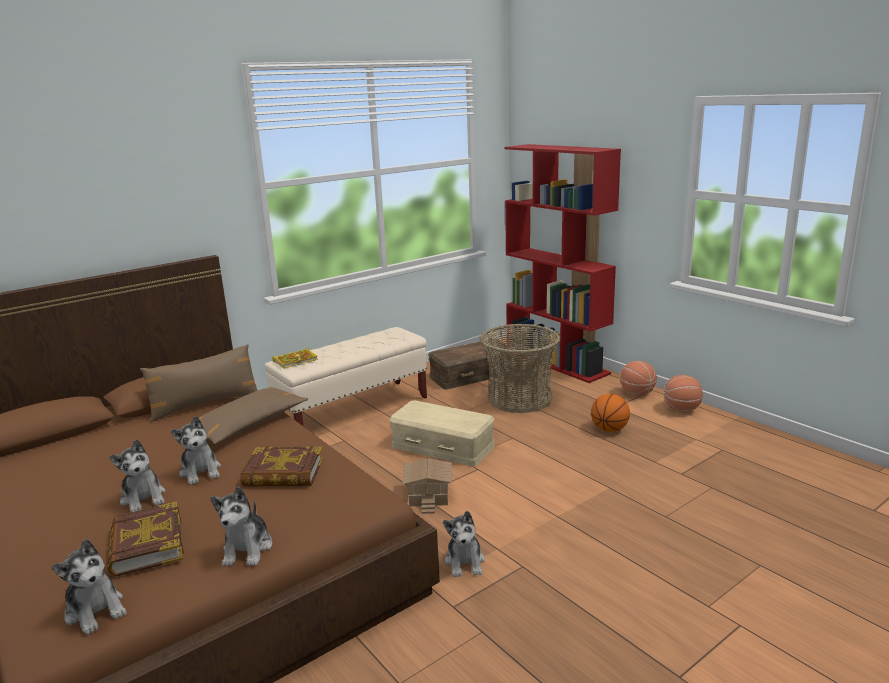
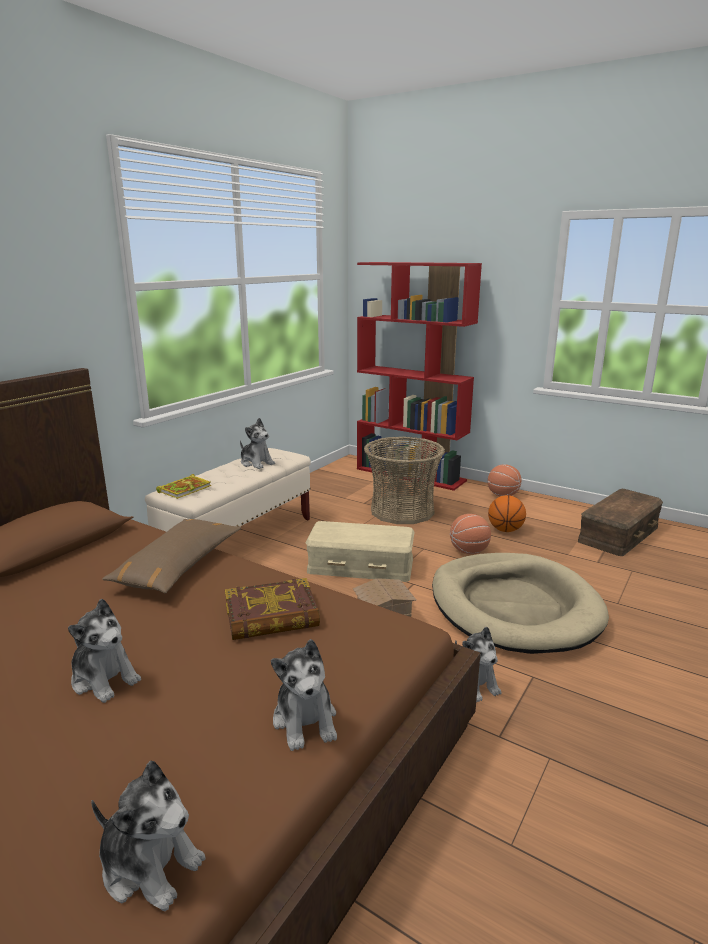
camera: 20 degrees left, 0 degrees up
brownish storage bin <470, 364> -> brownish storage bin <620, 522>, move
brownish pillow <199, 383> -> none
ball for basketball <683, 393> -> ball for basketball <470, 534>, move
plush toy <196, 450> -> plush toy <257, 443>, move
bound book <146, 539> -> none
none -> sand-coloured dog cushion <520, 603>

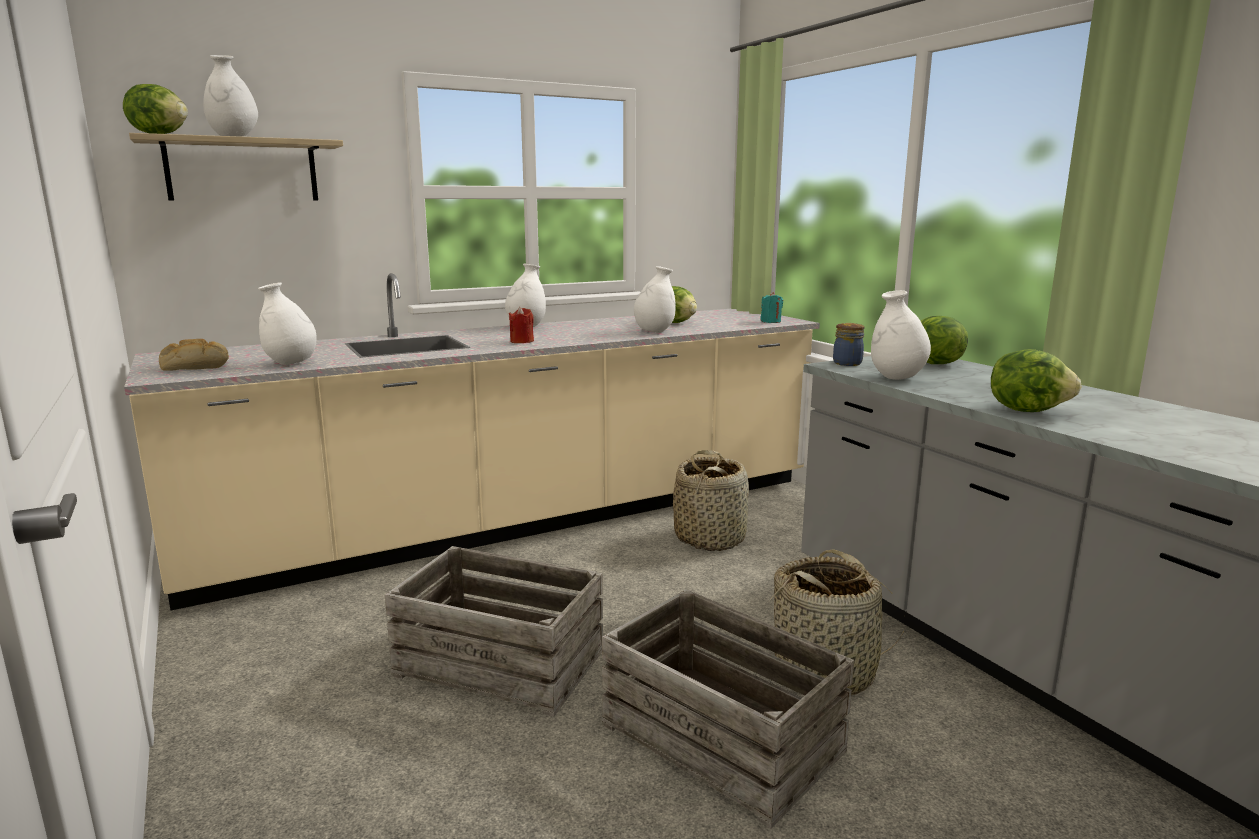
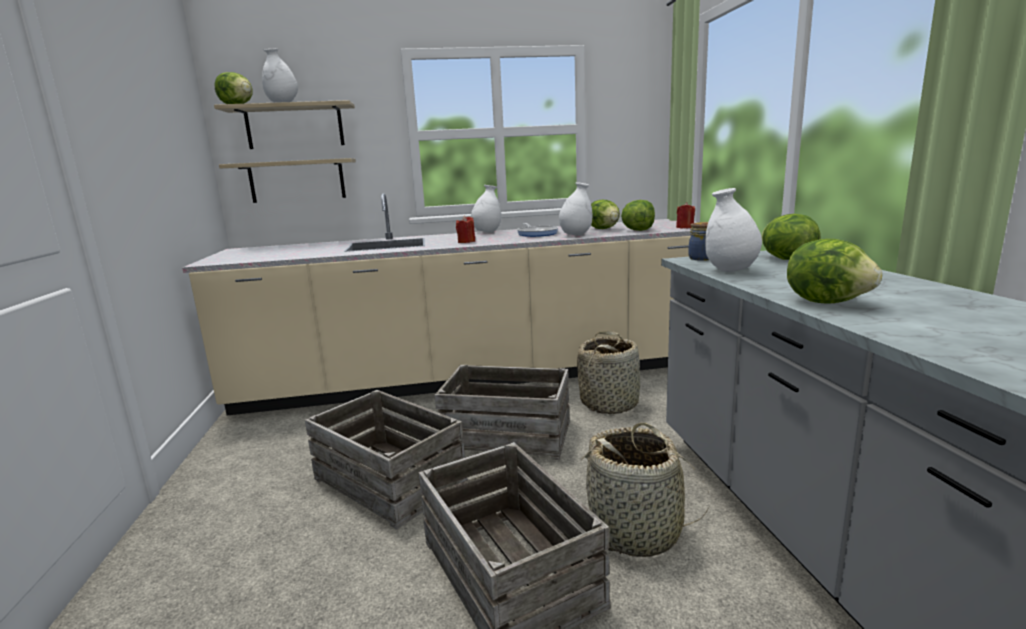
camera: 20 degrees right, 0 degrees up
whitish decorative vase <287, 323> -> none
turquoise-coloured wax light <771, 307> -> reddish wax light <685, 215>
baked bread <194, 355> -> none
none -> bracket shelf <287, 180>
none -> head of lettuce <638, 215>
none -> frying pan <537, 230>
none -> packing crate <502, 412>

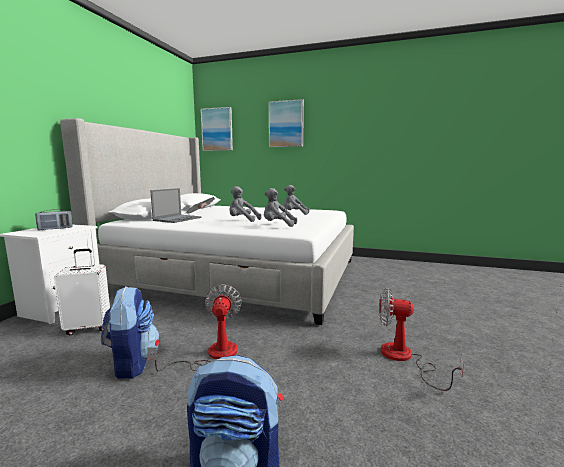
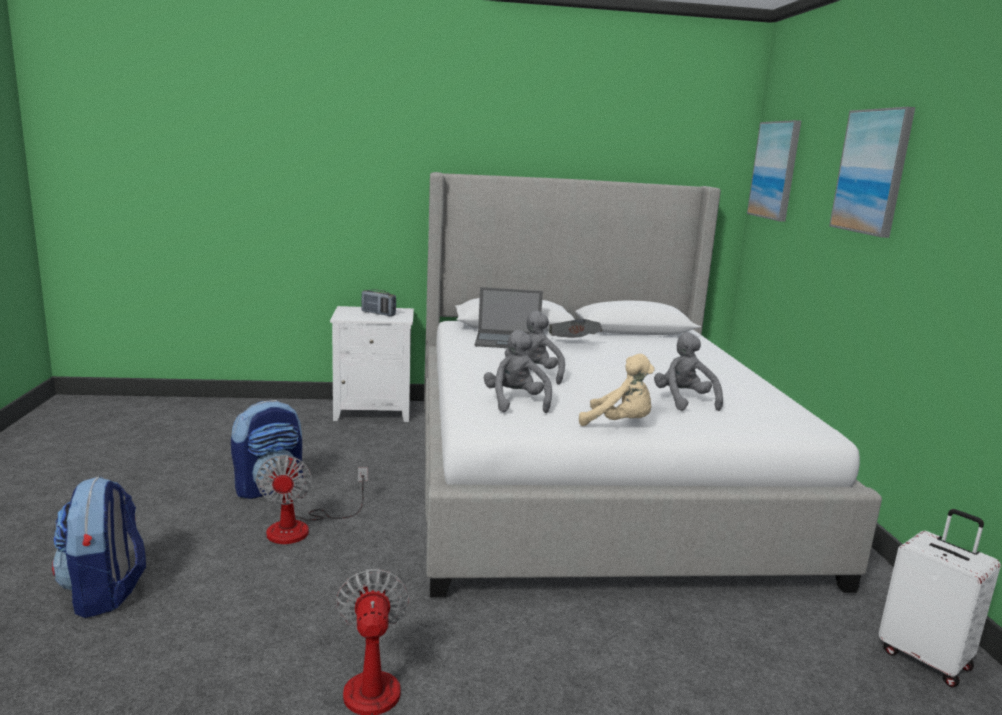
camera: 65 degrees right, 5 degrees up
whitish piece of luggage <82, 292> -> whitish piece of luggage <940, 598>, move
cooling fan <194, 328> -> cooling fan <312, 499>, 105 degrees clockwise
none -> sand-coloured plush toy <617, 390>

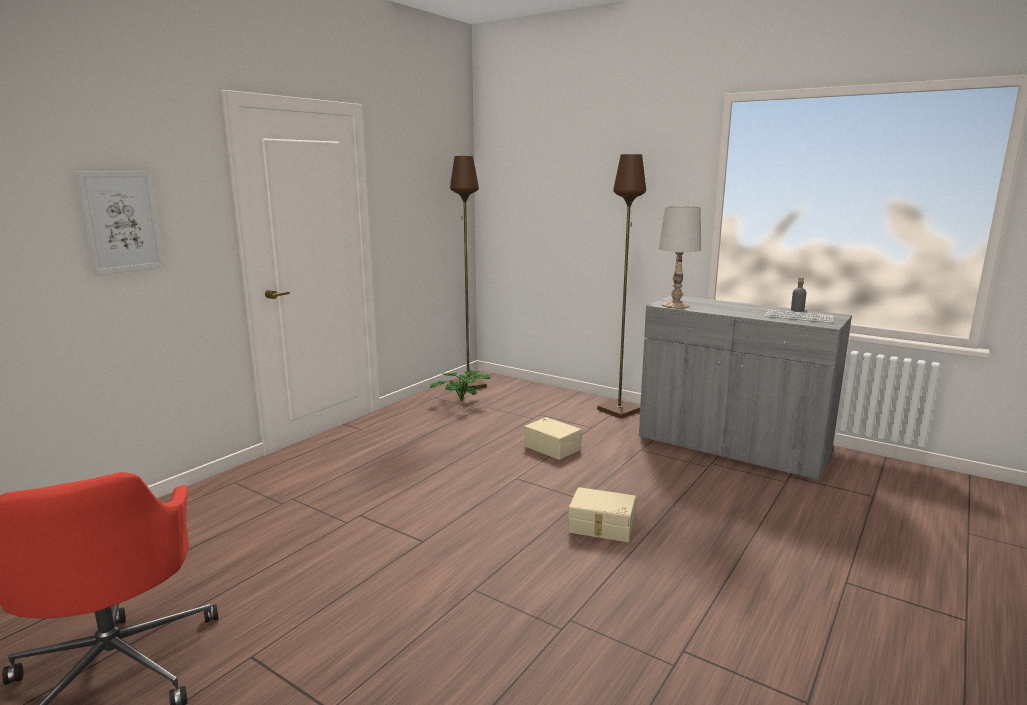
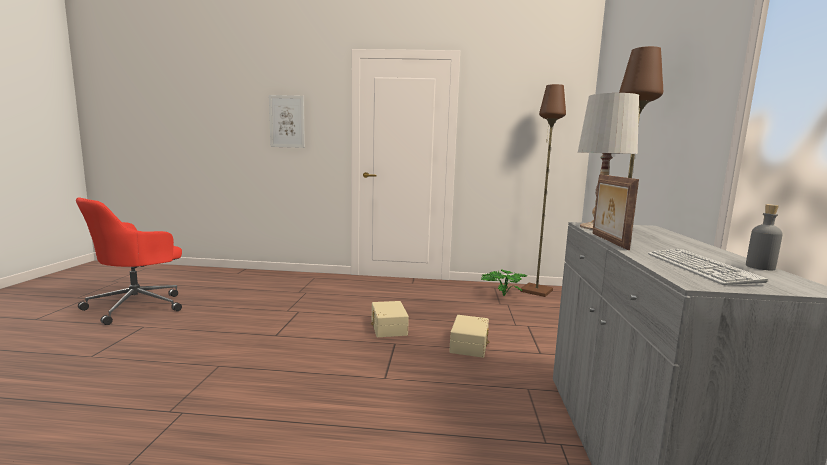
camera: 60 degrees right, 5 degrees down
sand-coloured storage bin <602, 514> -> sand-coloured storage bin <390, 319>, move
none -> standing frame <616, 212>

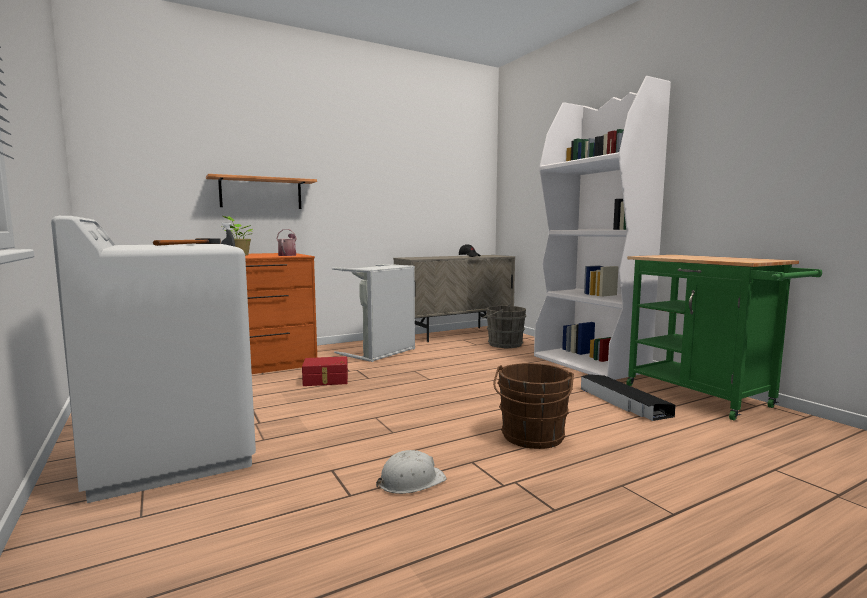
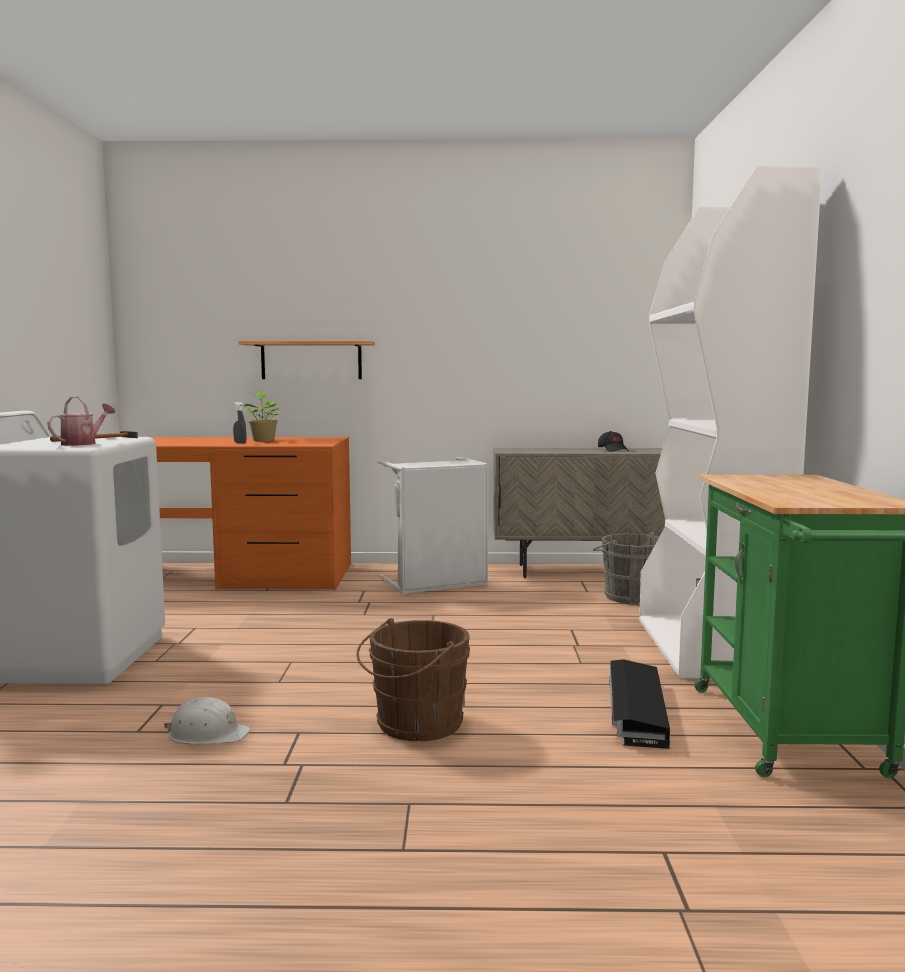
camera: 30 degrees right, 0 degrees up
sprinkling can <286, 242> -> sprinkling can <81, 421>, move
reddish storage bin <325, 371> -> none

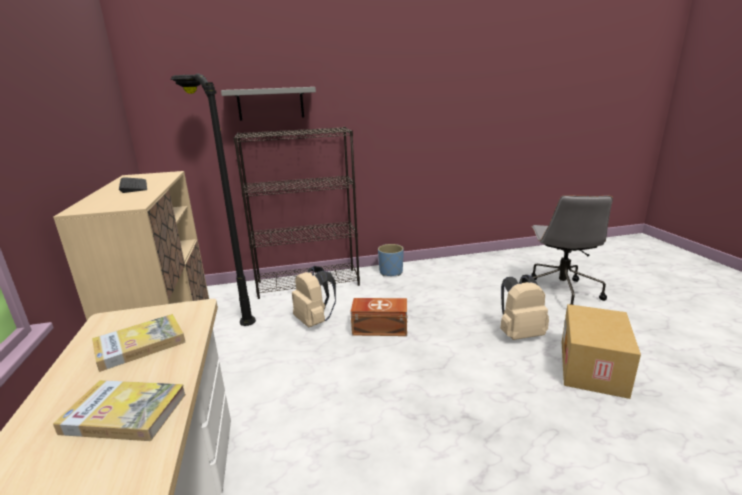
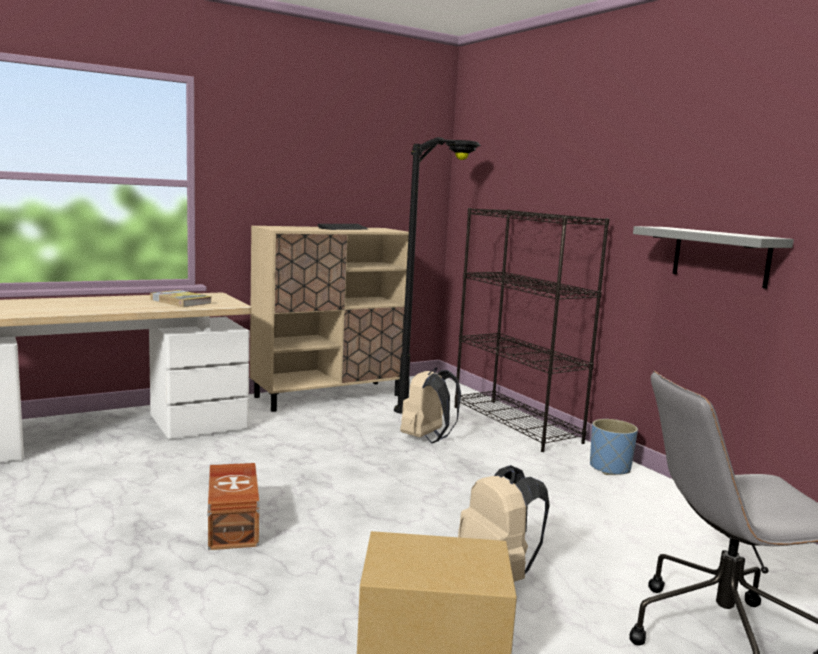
camera: 70 degrees right, 10 degrees down
grey bracket shelf <268, 104> -> grey bracket shelf <713, 257>, move
brownish storage bin <379, 317> -> brownish storage bin <233, 506>, move
bound book <119, 410> -> none

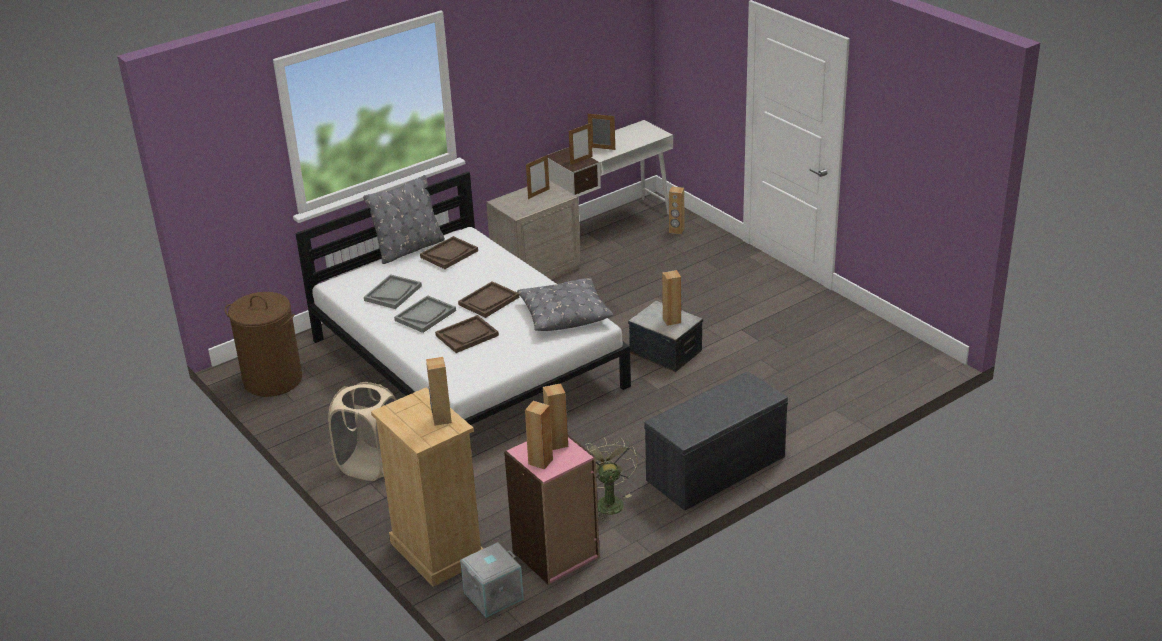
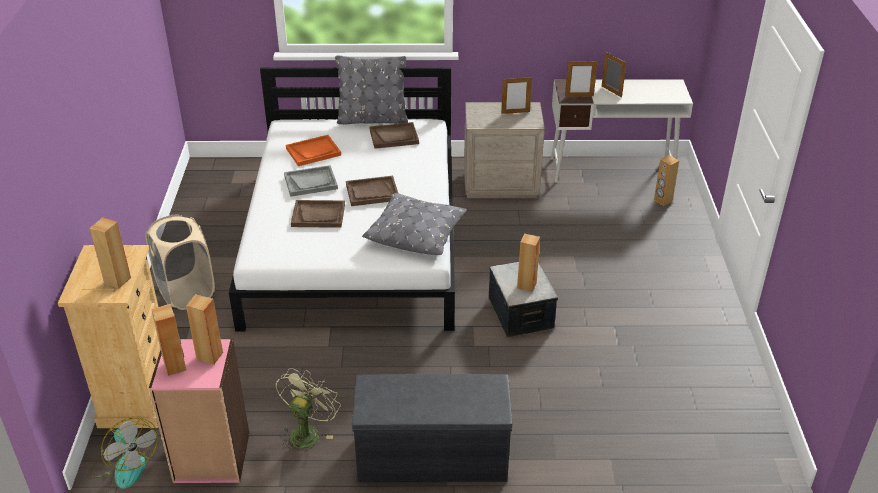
camera: 35 degrees right, 5 degrees up
grey carrying tray <393, 291> -> orangey carrying tray <313, 150>
brownish laundry basket <263, 344> -> none
grey storage bin <492, 580> -> cooling fan <124, 453>

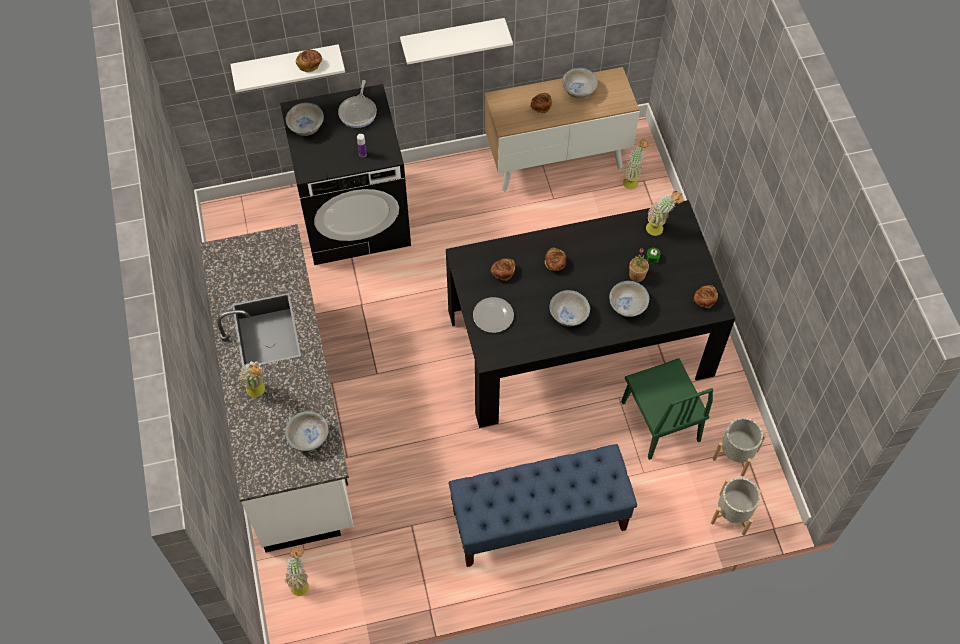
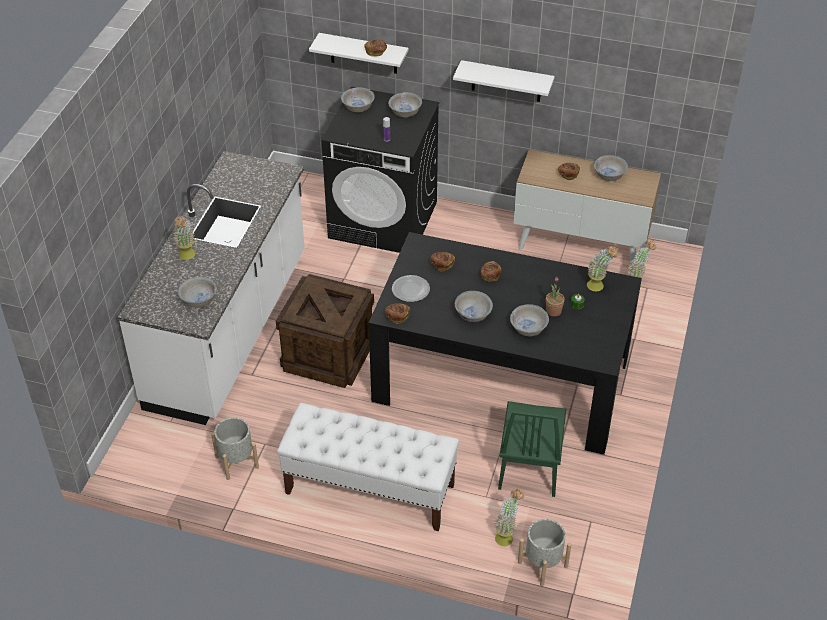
camera: 30 degrees right, 15 degrees down
frying pan <357, 104> -> whitish deep dish <405, 104>
baked bread <706, 296> -> baked bread <397, 313>, move
grey planter <739, 447> -> grey planter <235, 448>, move
blue-coloured indoor bench <543, 505> -> whitish indoor bench <368, 467>
potted plant <297, 571> -> potted plant <509, 517>, move
none -> packing crate <325, 331>

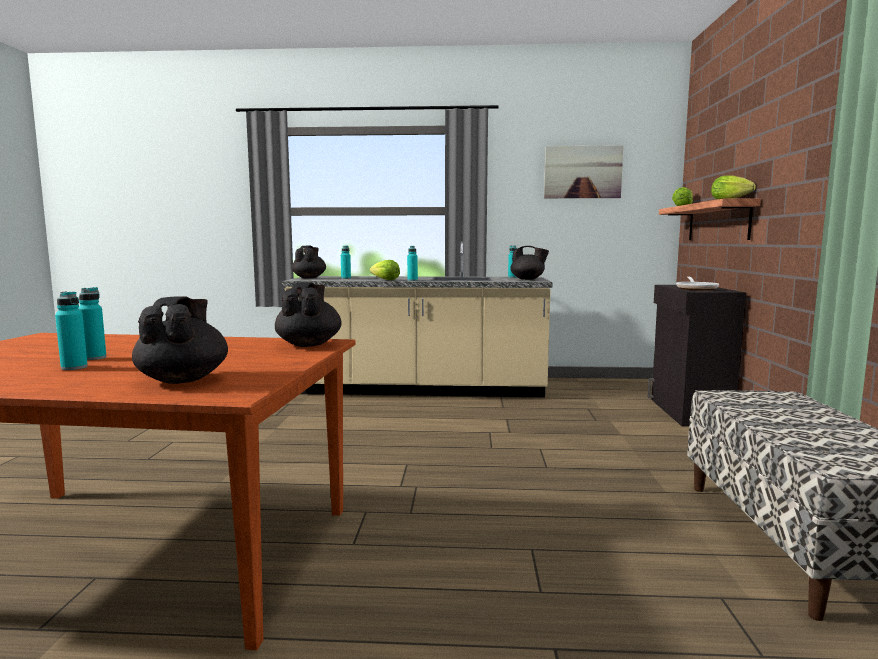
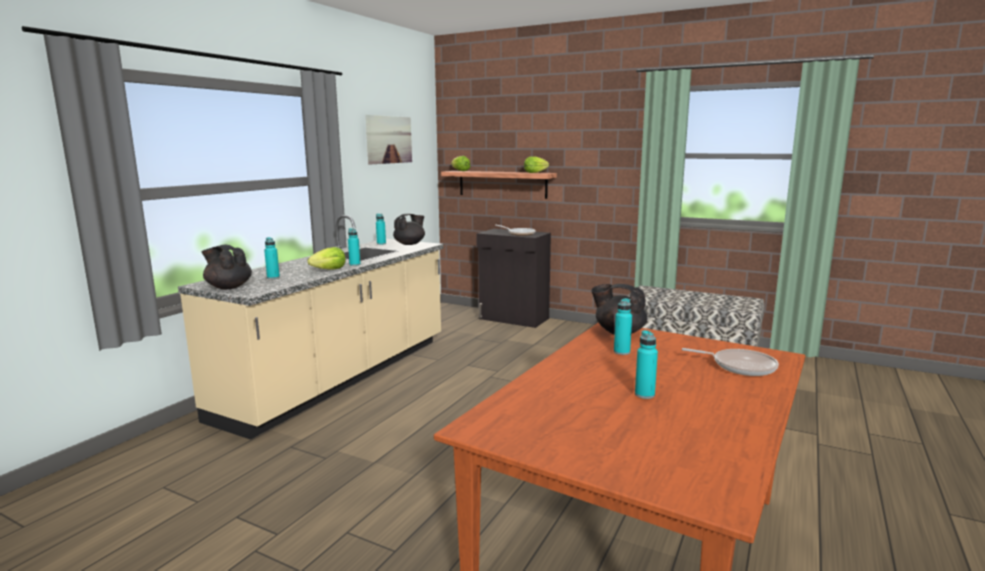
camera: 65 degrees left, 5 degrees up
turquoise-coloured bottle <71, 330> -> turquoise-coloured bottle <623, 326>, move
blackish pot for tea <180, 340> -> frying pan <730, 362>

